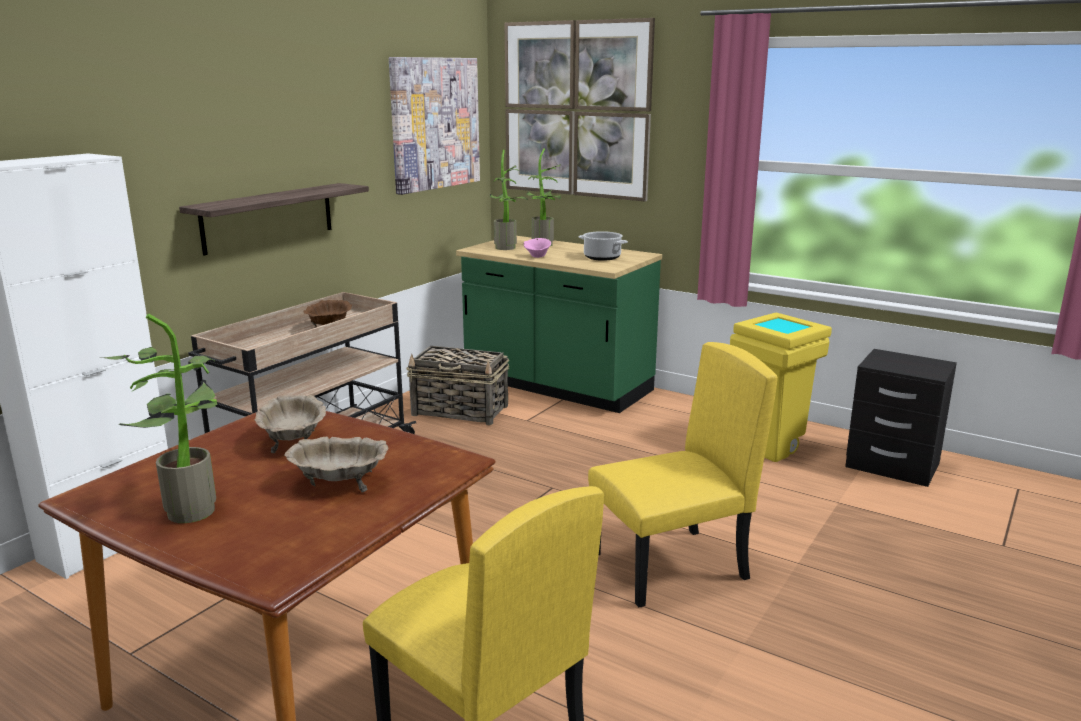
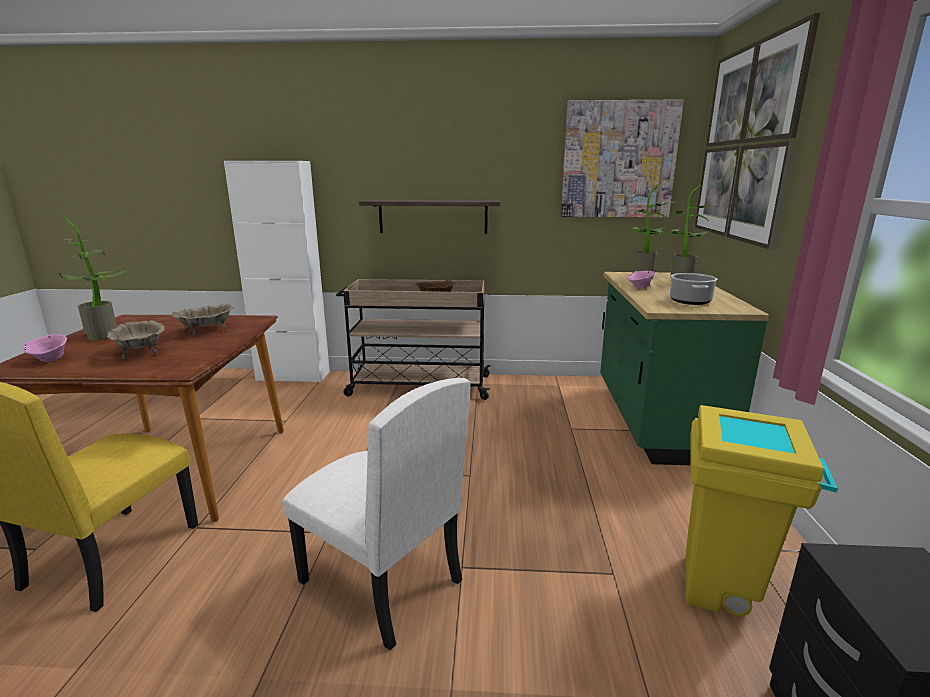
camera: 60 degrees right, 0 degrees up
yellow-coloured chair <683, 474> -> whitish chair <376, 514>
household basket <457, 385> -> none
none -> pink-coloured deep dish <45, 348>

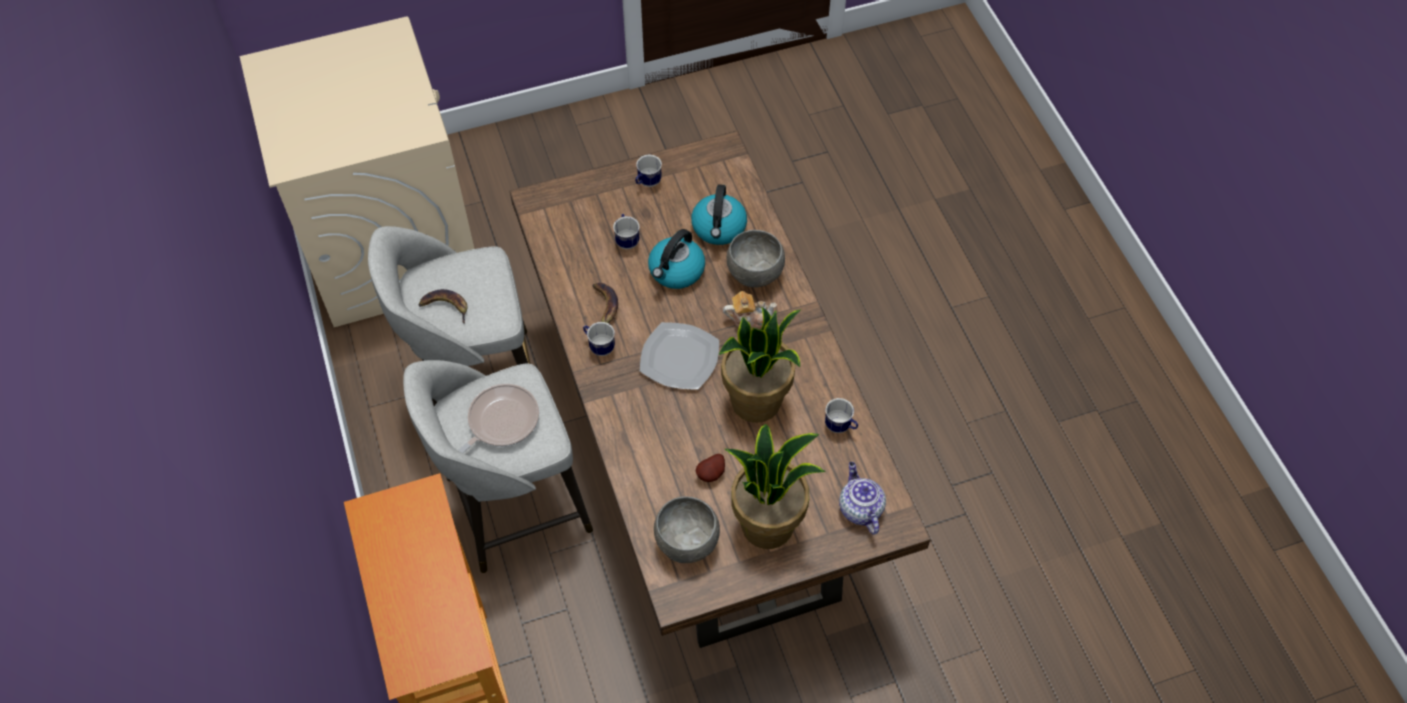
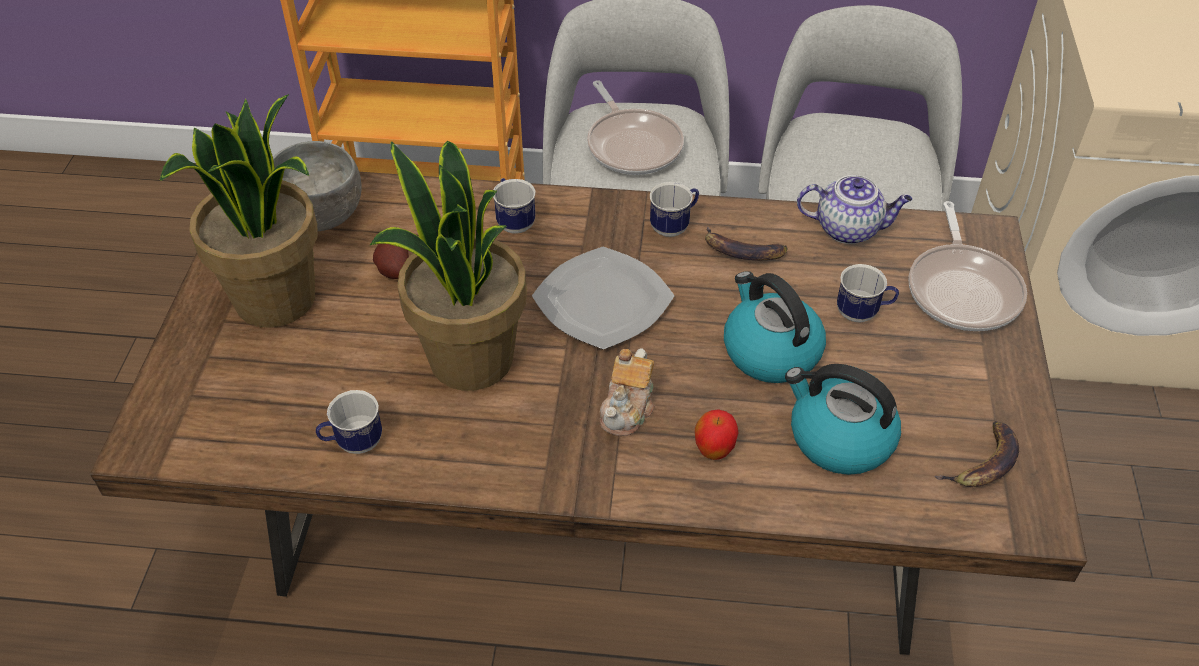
camera: 115 degrees right, 10 degrees down
mug <648, 170> -> mug <514, 206>, move
grey deep dish <756, 259> -> apple <716, 434>
whole banana <443, 306> -> whole banana <976, 454>, move
pot for tea <862, 498> -> pot for tea <854, 209>, move
none -> frying pan <968, 266>

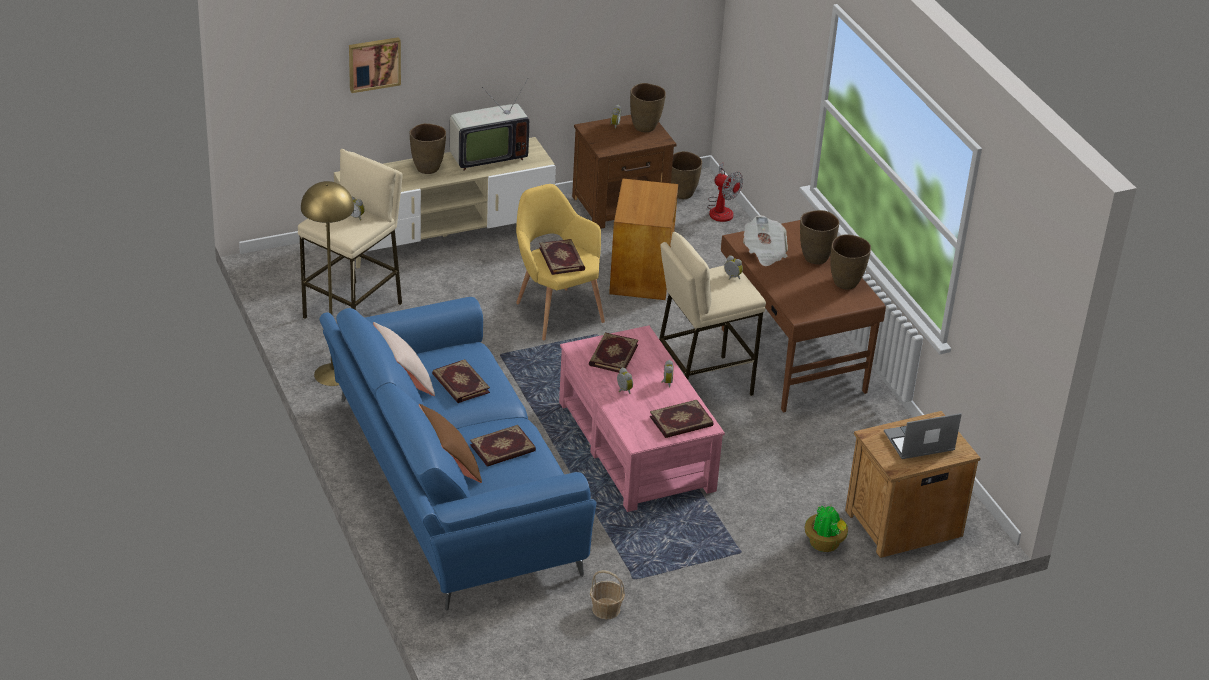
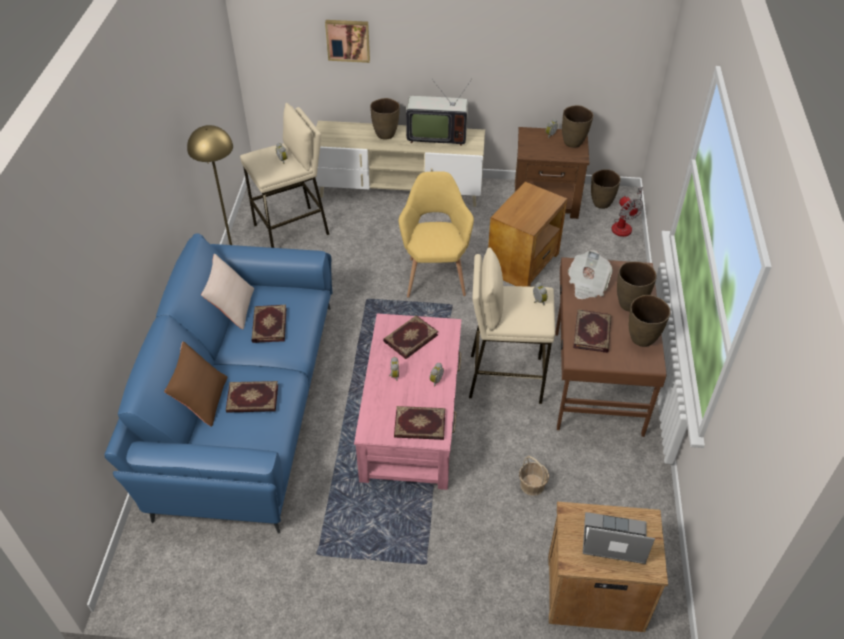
camera: 30 degrees right, 10 degrees up
bound book <562, 257> -> bound book <592, 331>, move
potted plant <826, 527> -> none
household basket <607, 595> -> household basket <534, 476>, move

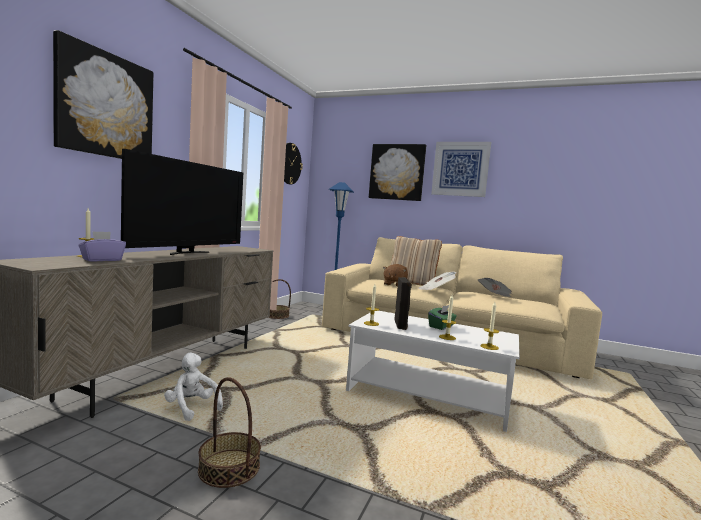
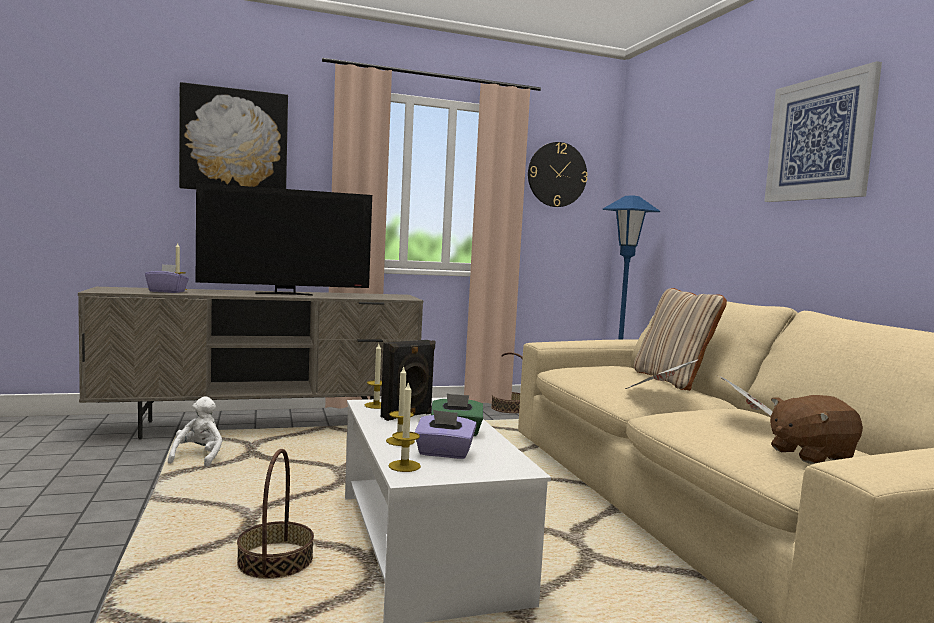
camera: 50 degrees right, 0 degrees up
wall art <397, 172> -> none
brownish plush toy <395, 275> -> brownish plush toy <816, 429>, move
household basket <229, 432> -> household basket <275, 514>, move
none -> purple tissue holder <446, 434>

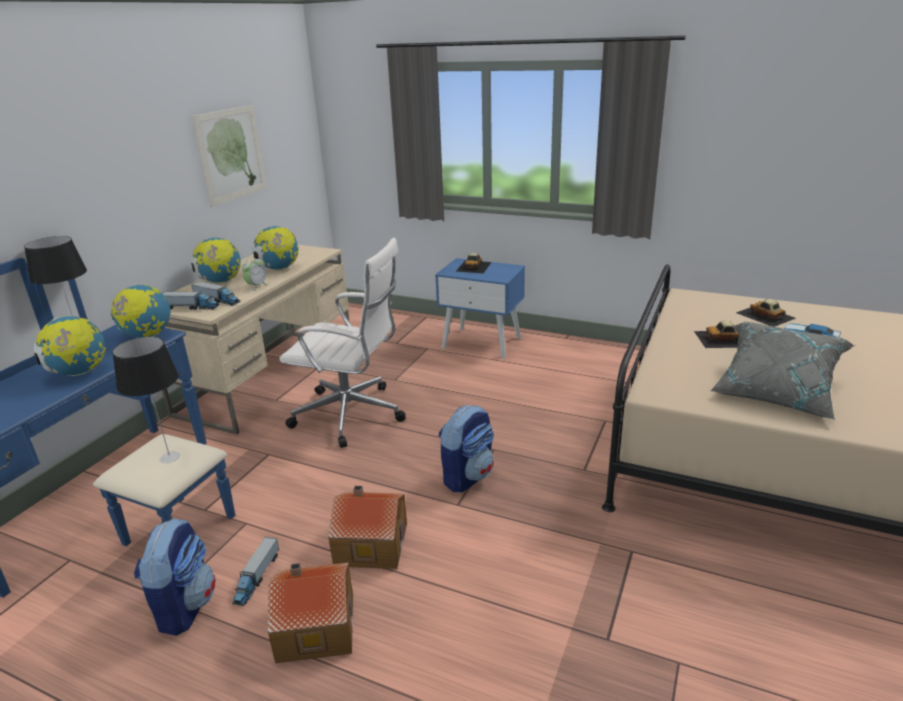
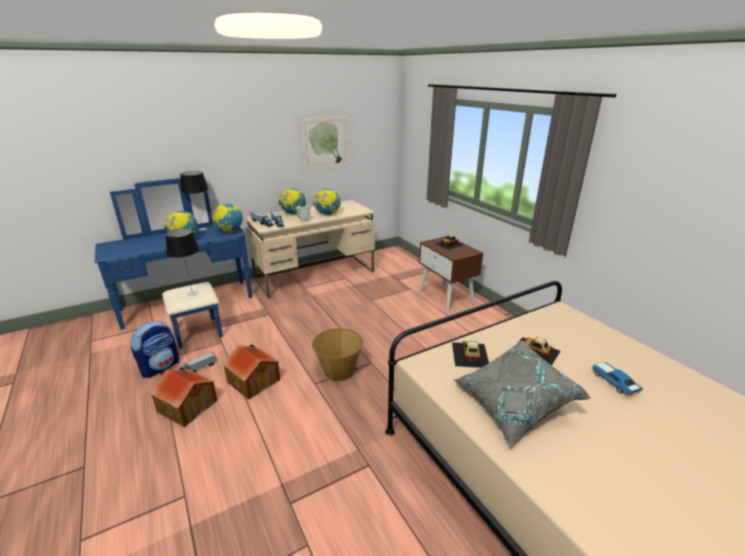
camera: 35 degrees right, 0 degrees up
whitish desk chair <342, 343> -> none
blue-coloured night table <480, 308> -> brownish night table <451, 274>
model car <766, 313> -> model car <470, 354>, move
knapsack <466, 448> -> household basket <337, 354>

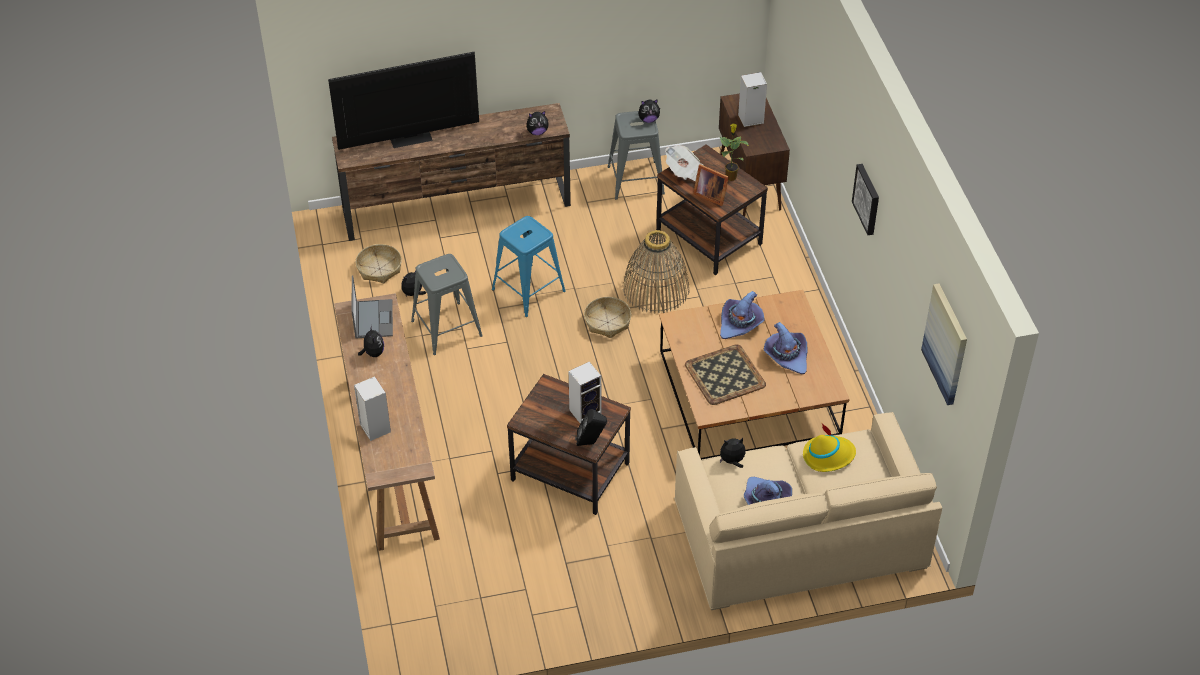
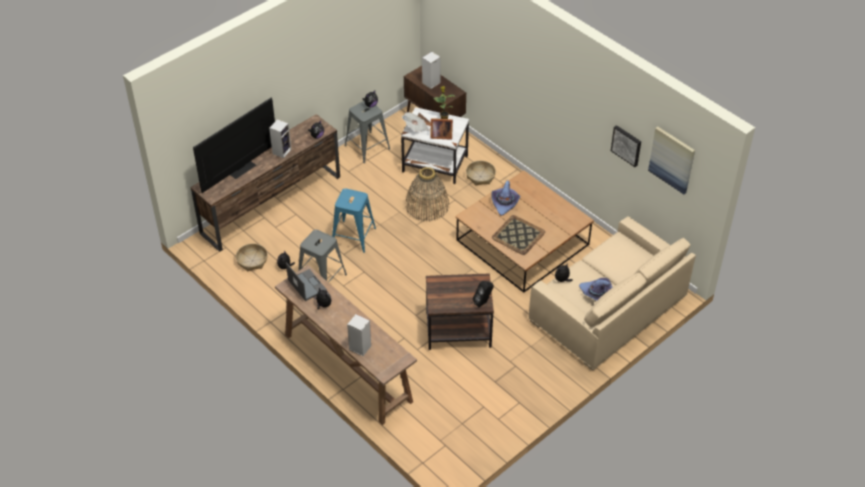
camera: 30 degrees left, 0 degrees up
brownish accent table <712, 209> -> whitish accent table <435, 145>
wall art <865, 199> -> wall art <626, 146>, move
household basket <607, 317> -> household basket <481, 173>, move
purple clothing hat <786, 348> -> none
speaker <585, 392> -> speaker <280, 138>, move
yellow-coloured clothing hat <829, 448> -> none

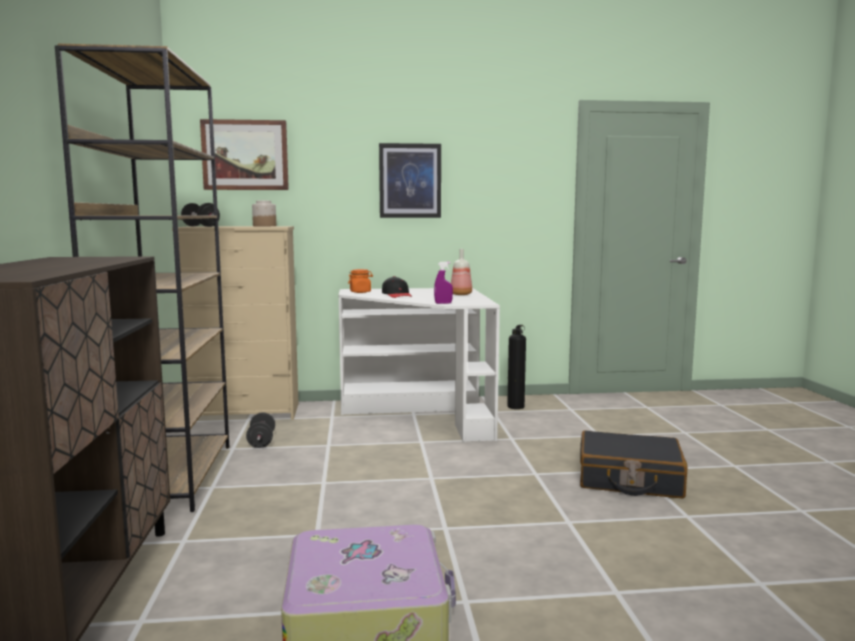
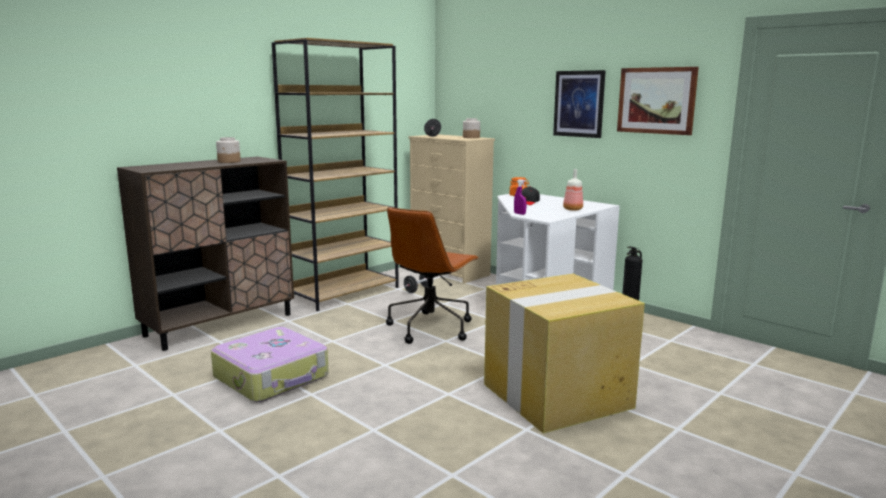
camera: 50 degrees right, 5 degrees up
wall art <244, 154> -> wall art <658, 101>, move
blackish piece of luggage <634, 464> -> carton <564, 353>
none -> jar <228, 150>
none -> brownish desk chair <432, 275>

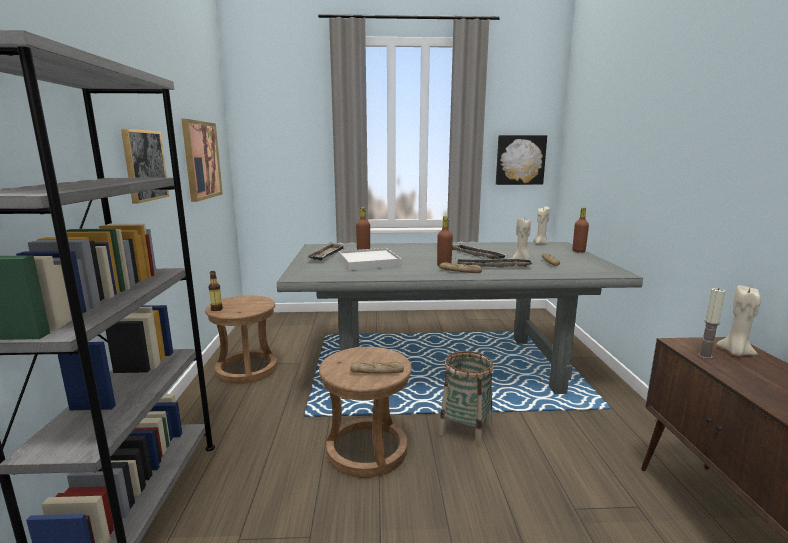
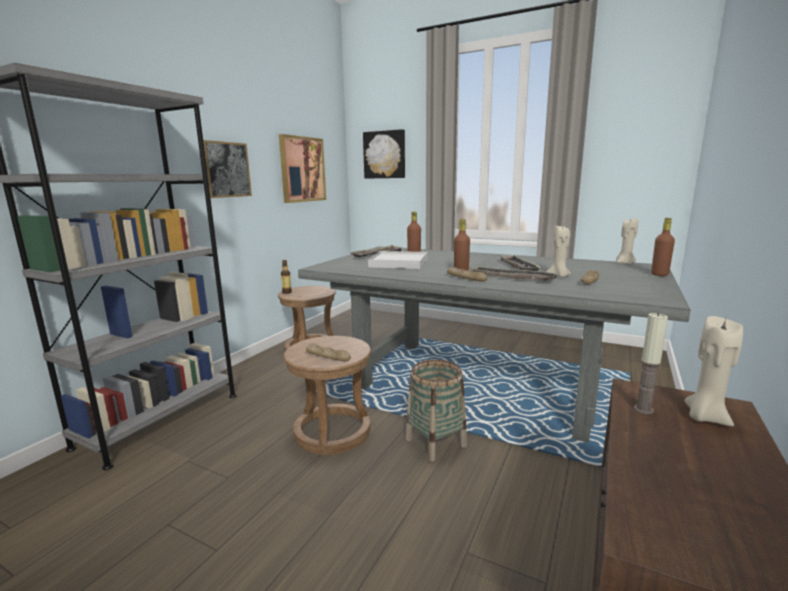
camera: 30 degrees right, 0 degrees up
wall art <521, 160> -> wall art <384, 154>, move

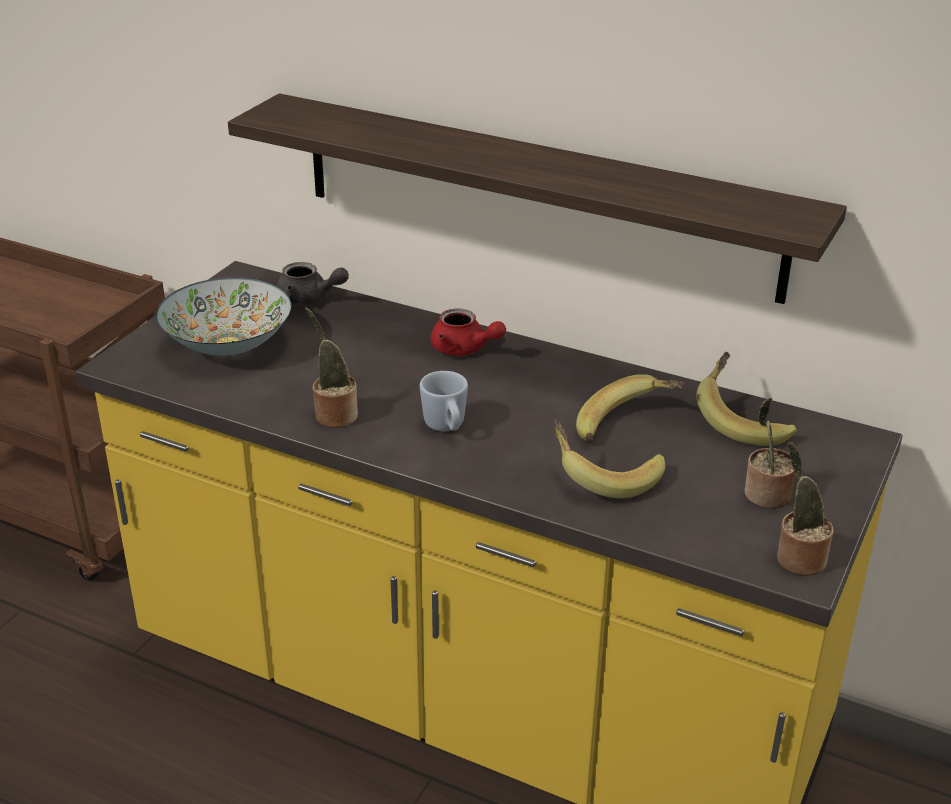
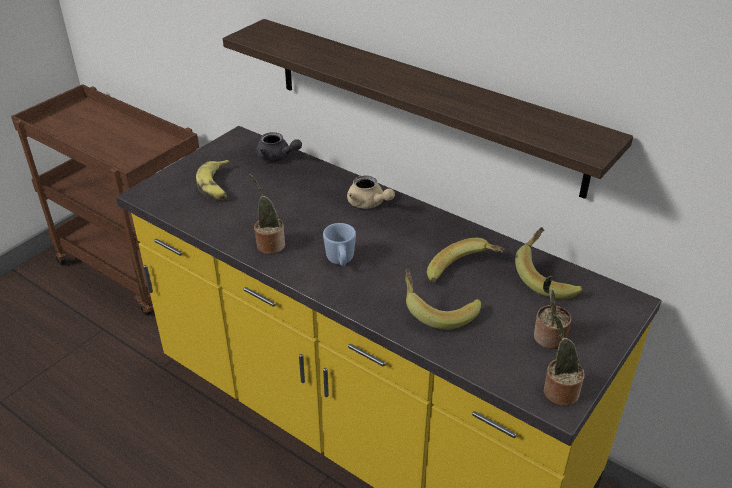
camera: 10 degrees right, 5 degrees up
deep dish <223, 317> -> whole banana <213, 180>
reddish pot for tea <468, 332> -> sand-coloured pot for tea <371, 192>

